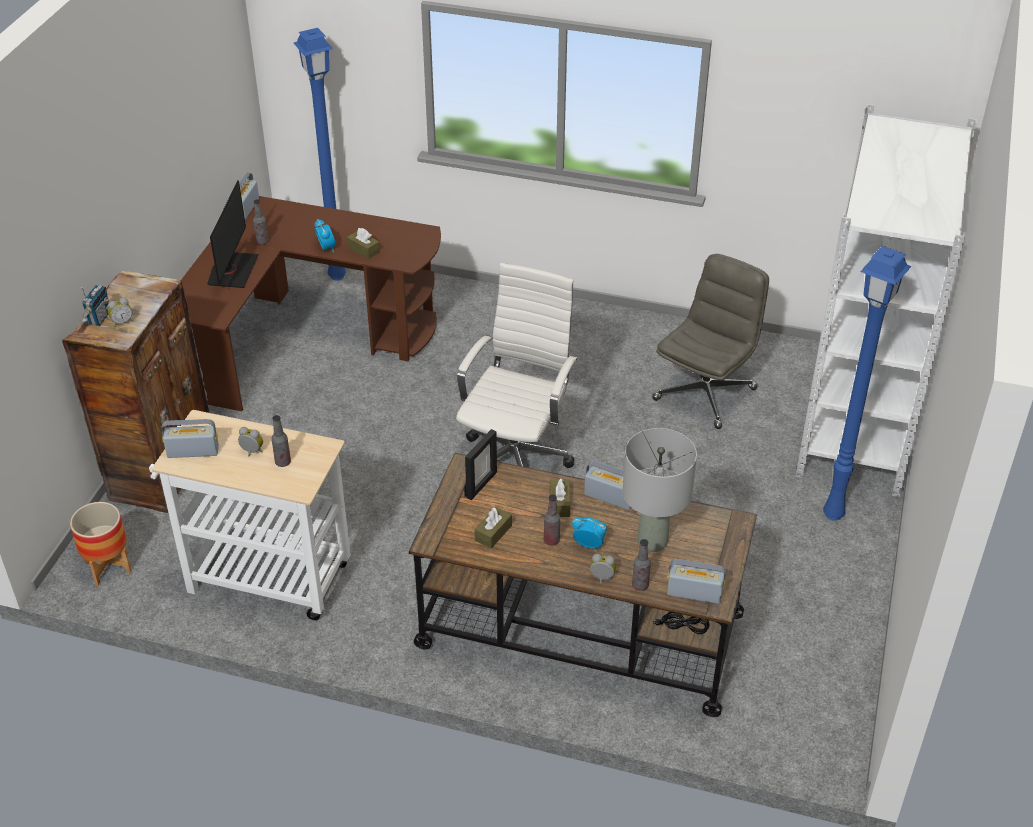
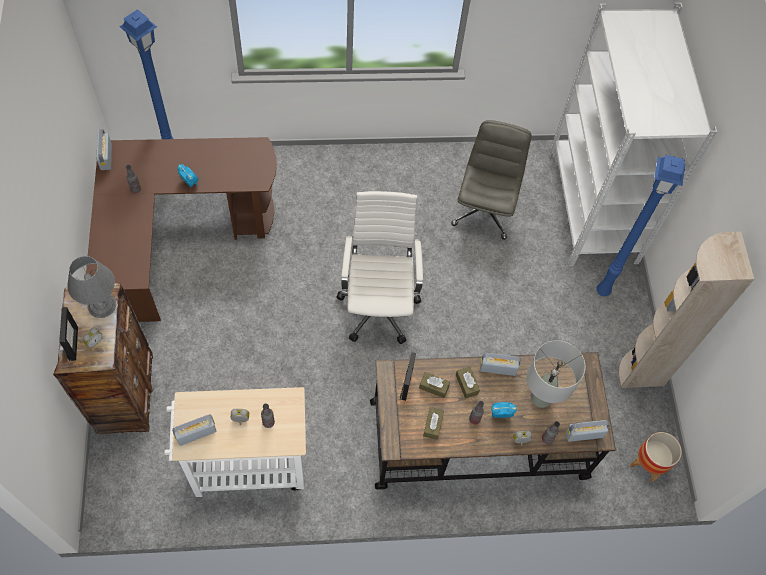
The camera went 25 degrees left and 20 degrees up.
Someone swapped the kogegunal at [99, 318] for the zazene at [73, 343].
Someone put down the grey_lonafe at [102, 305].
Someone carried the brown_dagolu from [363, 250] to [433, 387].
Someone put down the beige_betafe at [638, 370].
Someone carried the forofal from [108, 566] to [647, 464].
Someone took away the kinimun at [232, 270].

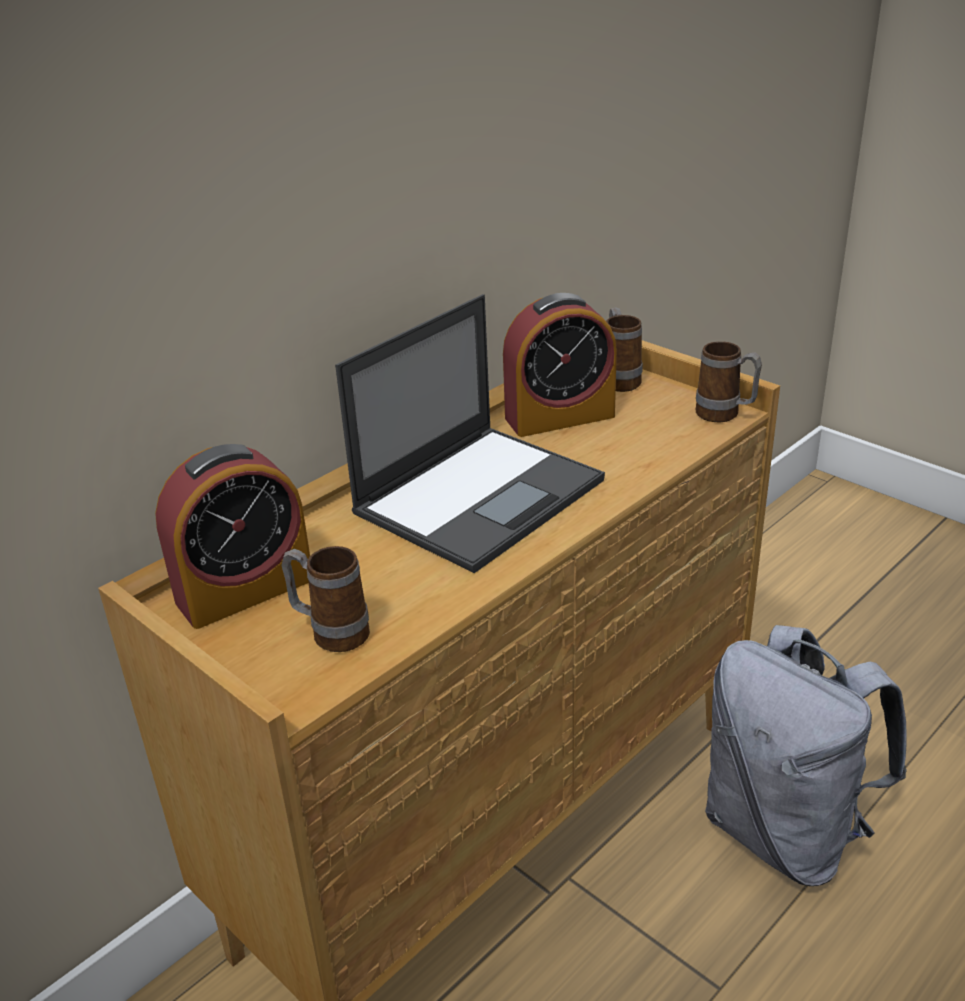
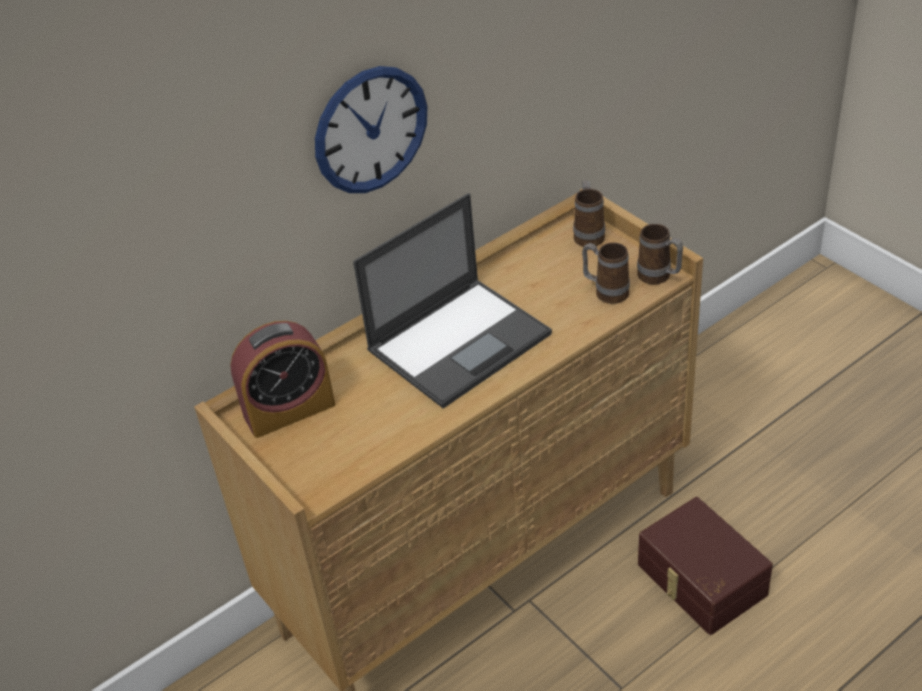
The camera went 10 degrees right and 10 degrees up.
Someone put up the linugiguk at [371, 130].
Someone carried the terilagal from [331, 633] to [605, 292].
Someone swapped the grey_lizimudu at [785, 832] for the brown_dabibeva at [699, 581].
Someone took away the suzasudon at [559, 417].

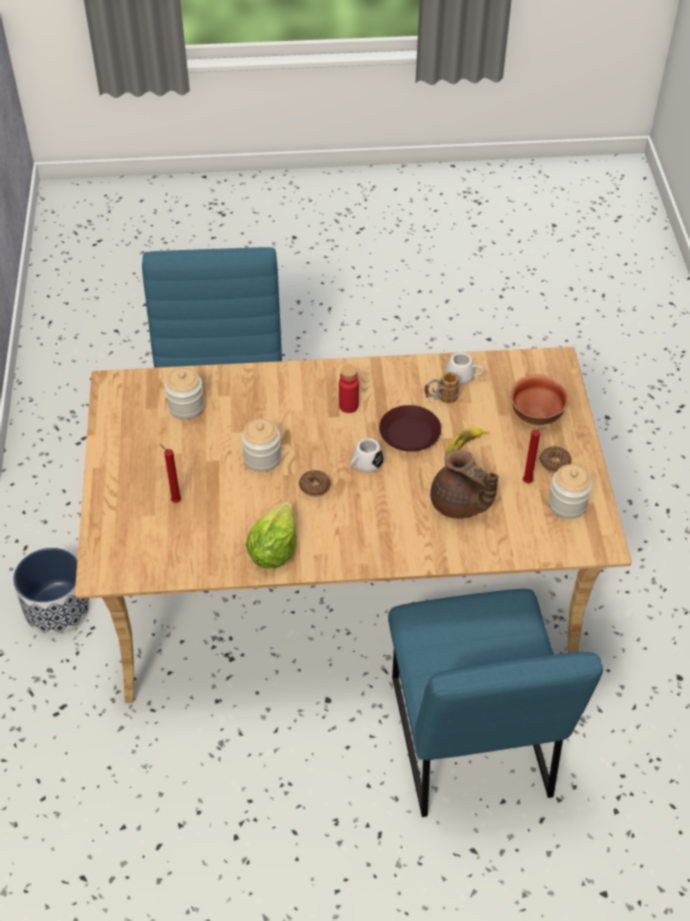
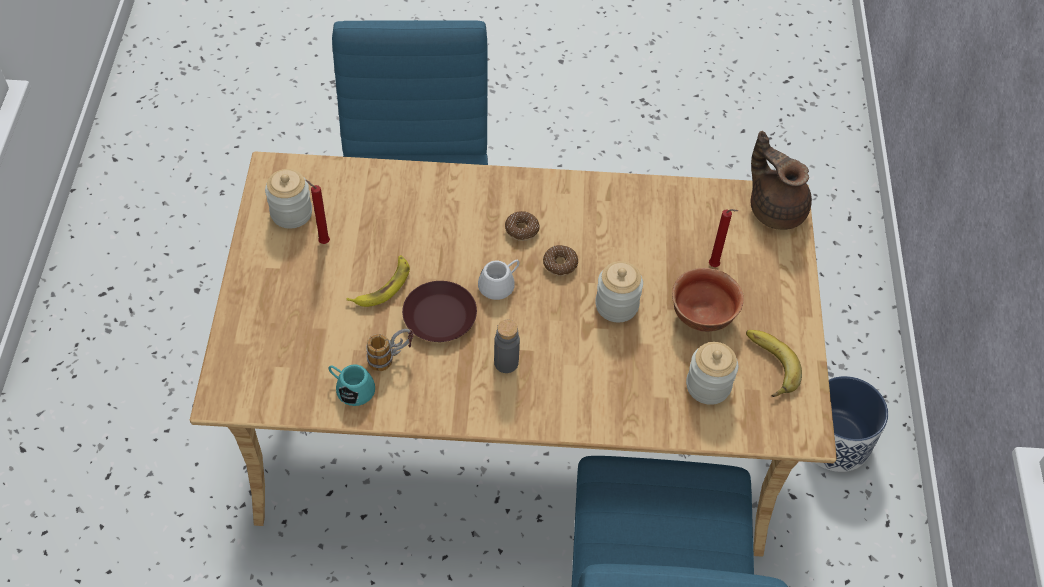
The camera went 175 degrees left and 5 degrees up.
Someone repainted the white_terilagal at [463, 376], which became the turquoise_terilagal at [351, 388].
Someone repainted the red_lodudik at [348, 406], which became the grey_lodudik at [506, 363].
Someone carried the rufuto from [554, 463] to [521, 230].
Someone carried the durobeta from [537, 415] to [702, 314].
Someone put down the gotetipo at [767, 365].
Someone carried the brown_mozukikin from [459, 504] to [775, 208].
Someone took away the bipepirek at [273, 550].

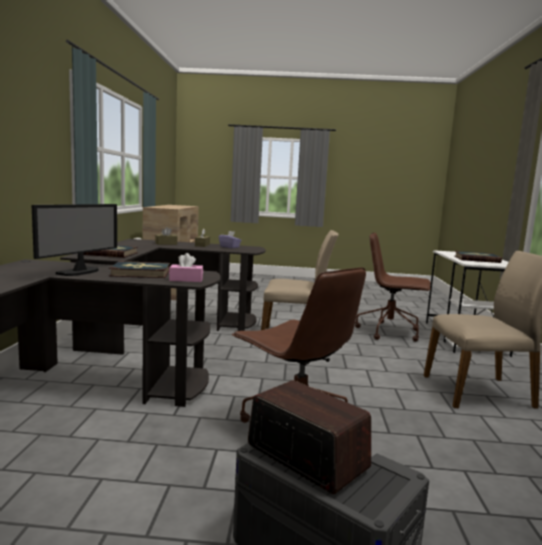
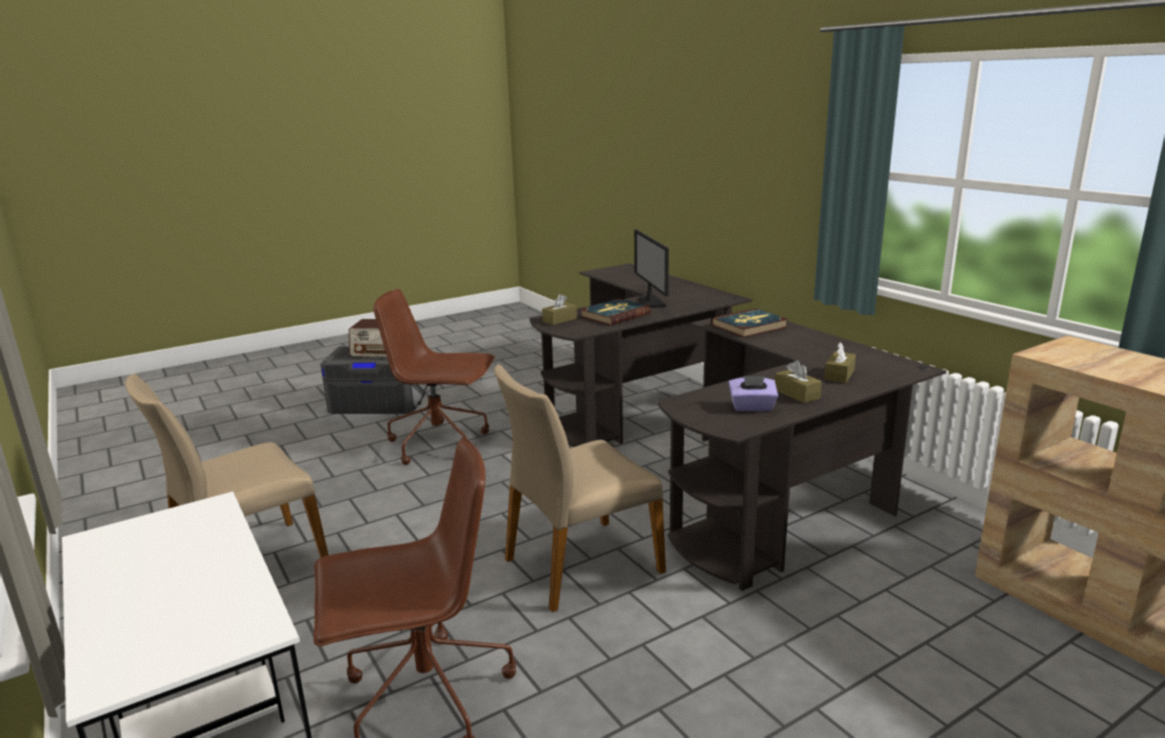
The camera went 145 degrees right and 10 degrees up.
Someone repainted the pink_dagolu at [186, 280], which became the brown_dagolu at [560, 320].
Someone took away the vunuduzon at [476, 259].

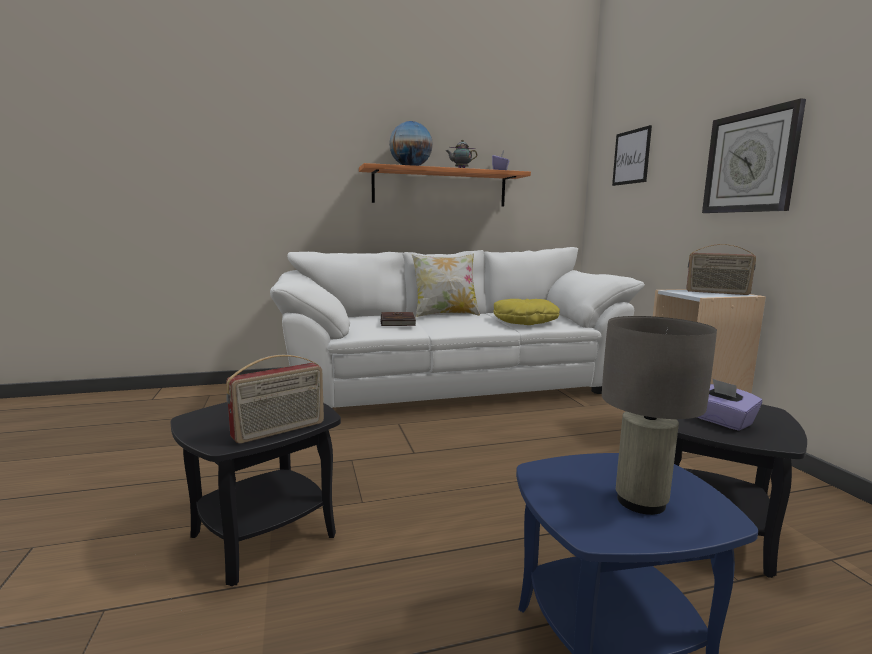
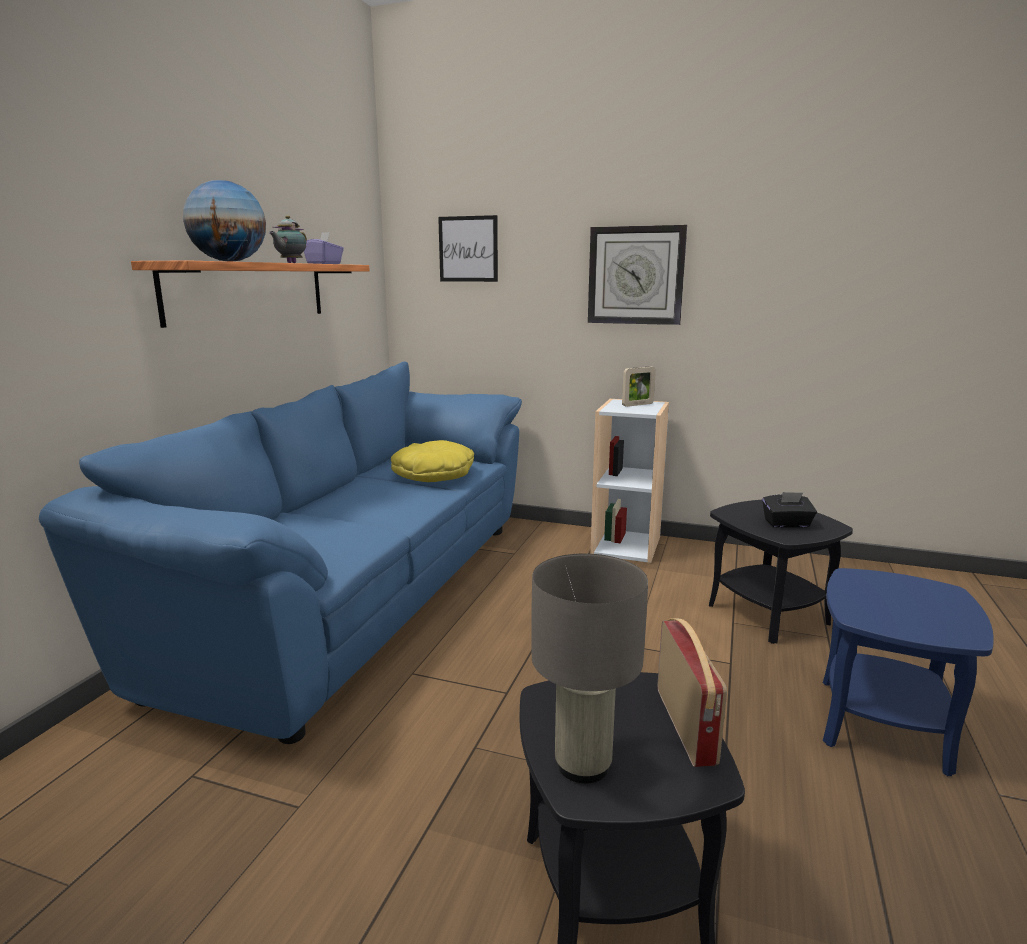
The camera went 55 degrees left and 5 degrees up.
Someone repainted the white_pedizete at [454, 388], which became the blue_pedizete at [363, 595].
Someone carried the grey_lonafe from [640, 501] to [581, 764].
Someone swapped the kogegunal at [717, 292] for the zazene at [637, 404].
Someone repainted the purple_dagolu at [721, 421], which became the black_dagolu at [787, 524].
Someone took away the brown_vunuduzon at [398, 321].
Someone took away the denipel at [445, 314].

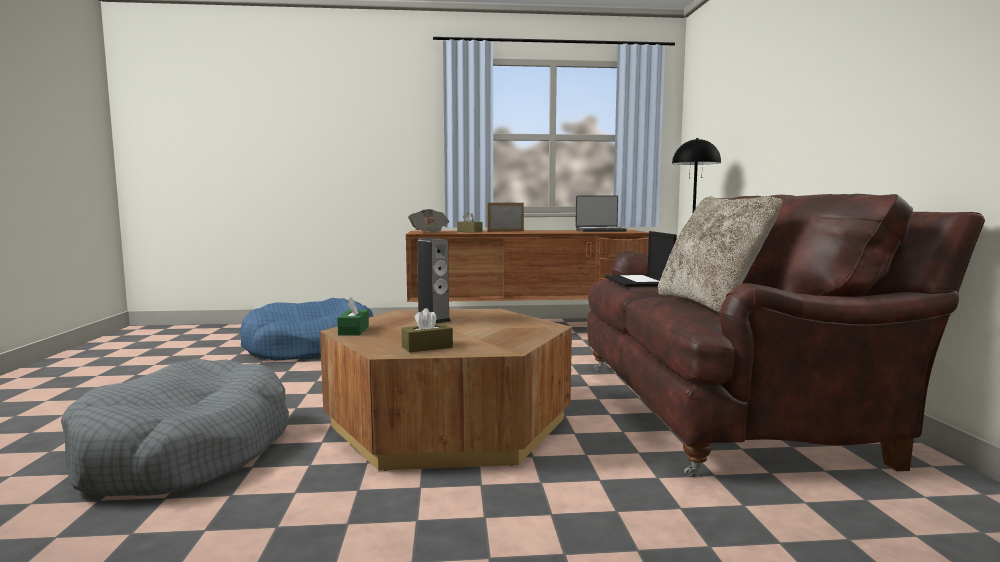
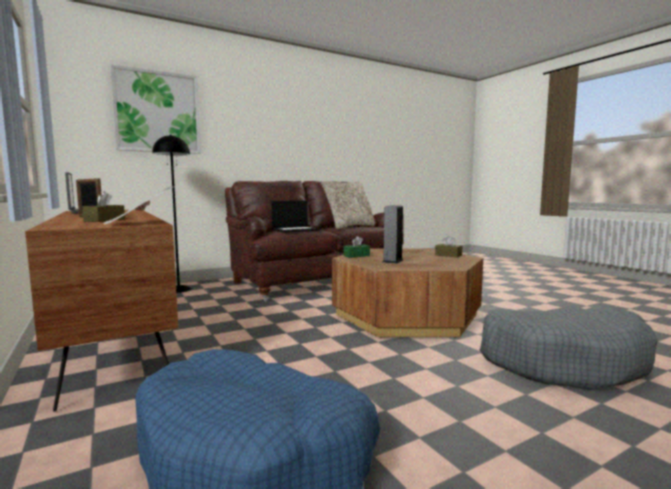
The camera went 115 degrees left and 0 degrees up.
Someone put up the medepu at [157, 112].
Someone carried the green_dagolu from [353, 331] to [356, 256].

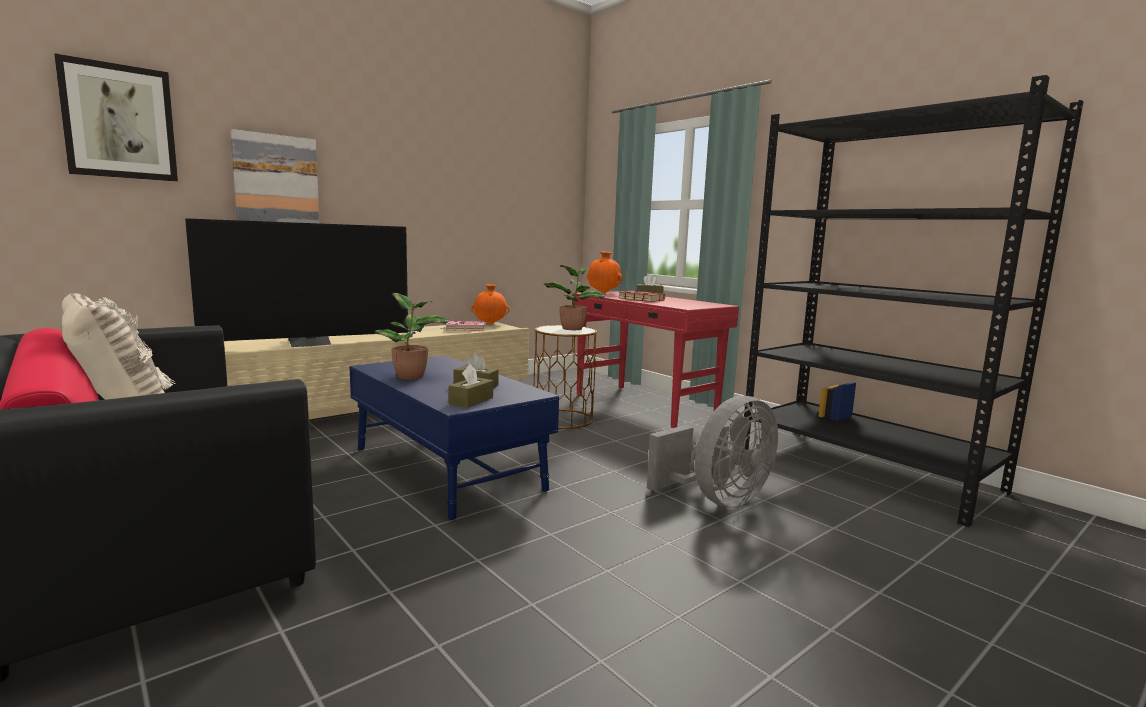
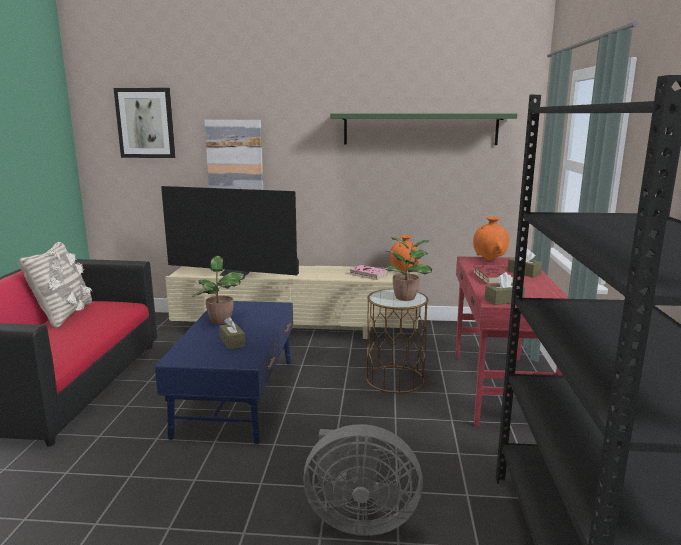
The camera went 45 degrees right and 5 degrees up.
Someone put up the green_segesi at [420, 129].
Someone carried the brown_dagolu from [471, 401] to [504, 300].

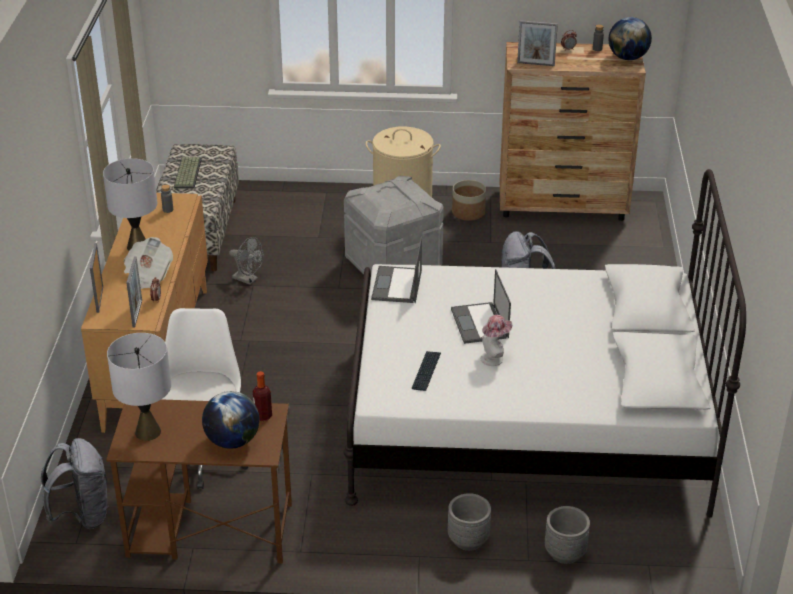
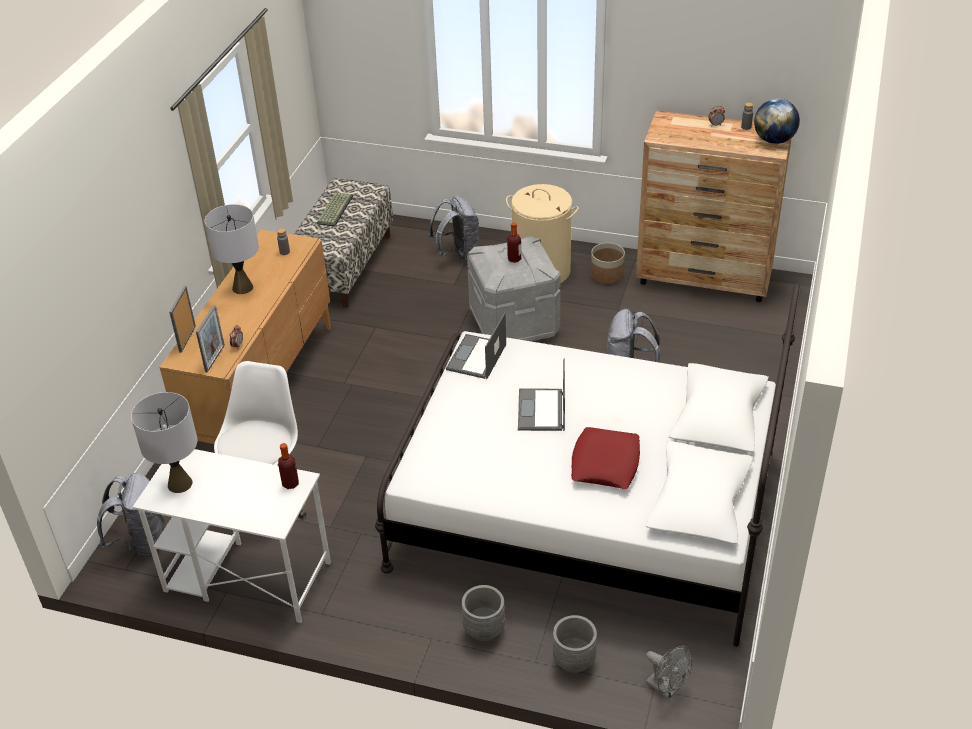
The camera went 15 degrees right and 5 degrees up.
Someone repainted the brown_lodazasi at [208, 530], which became the white_lodazasi at [246, 577].
Someone put down the grey_lizimudu at [458, 255].
Someone put down the lodudik at [514, 259].
Someone put down the red_denipel at [605, 464].
Someone carried the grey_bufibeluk from [248, 279] to [666, 689].
Someone took away the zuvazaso at [147, 276].
Someone took away the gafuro at [232, 441].
Someone took away the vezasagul at [426, 371].
Someone took away the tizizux at [494, 358].
Someone took away the zazene at [535, 64].

